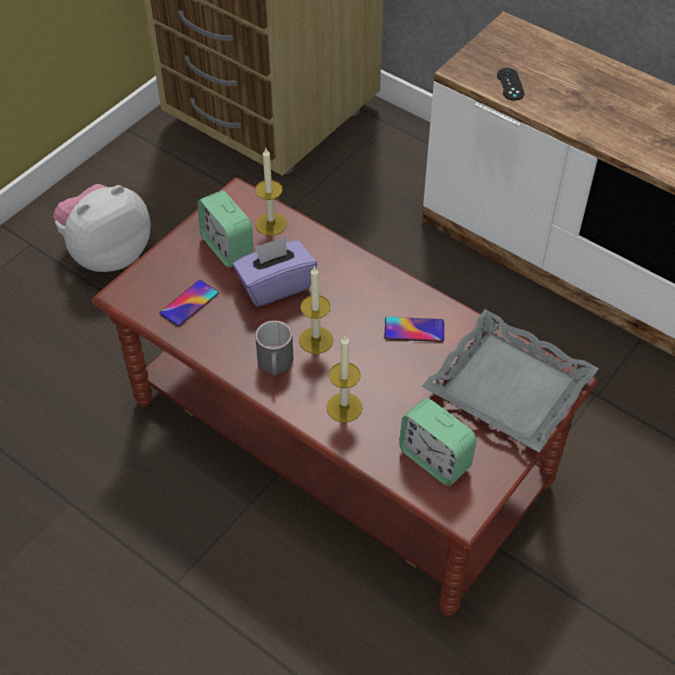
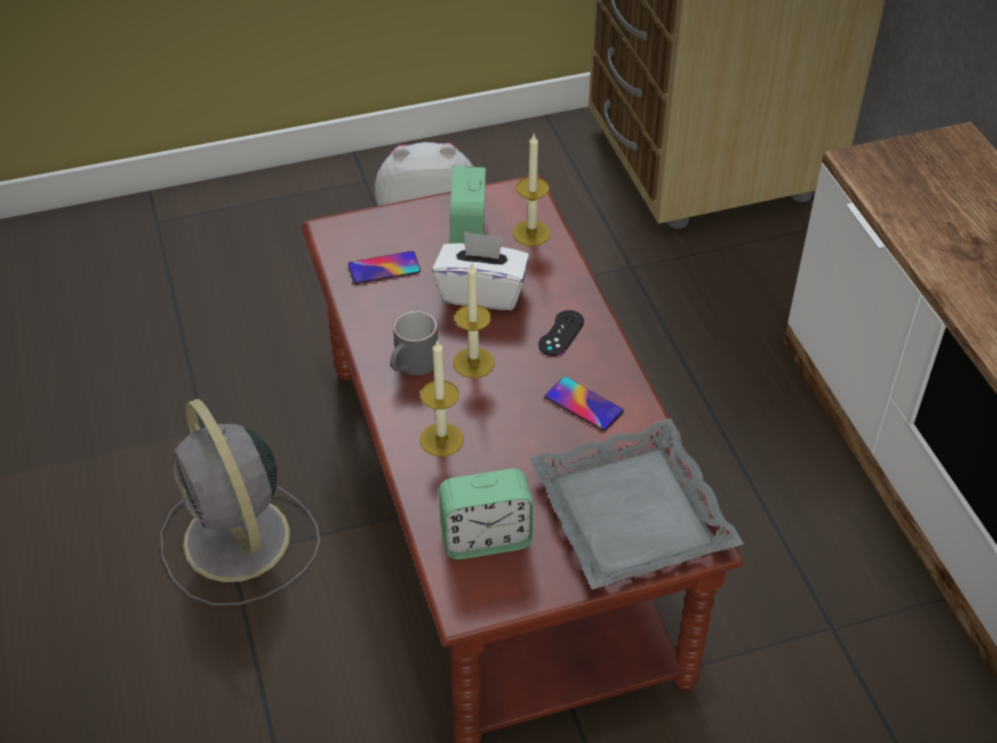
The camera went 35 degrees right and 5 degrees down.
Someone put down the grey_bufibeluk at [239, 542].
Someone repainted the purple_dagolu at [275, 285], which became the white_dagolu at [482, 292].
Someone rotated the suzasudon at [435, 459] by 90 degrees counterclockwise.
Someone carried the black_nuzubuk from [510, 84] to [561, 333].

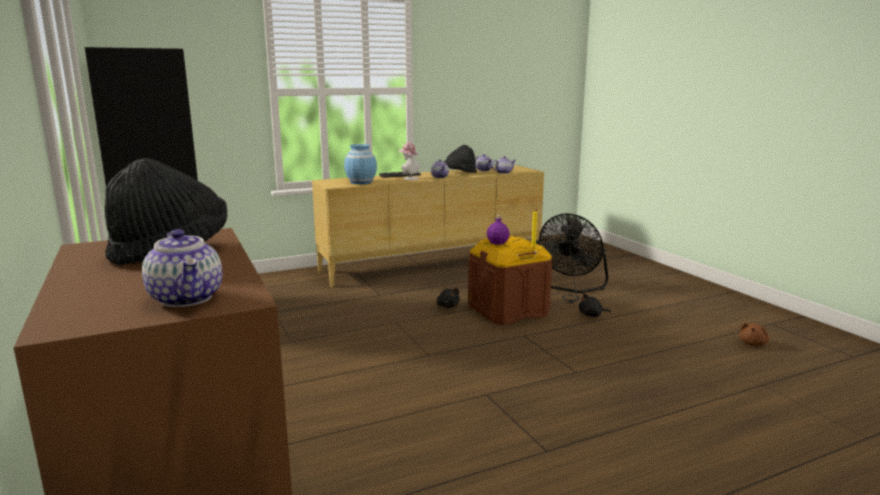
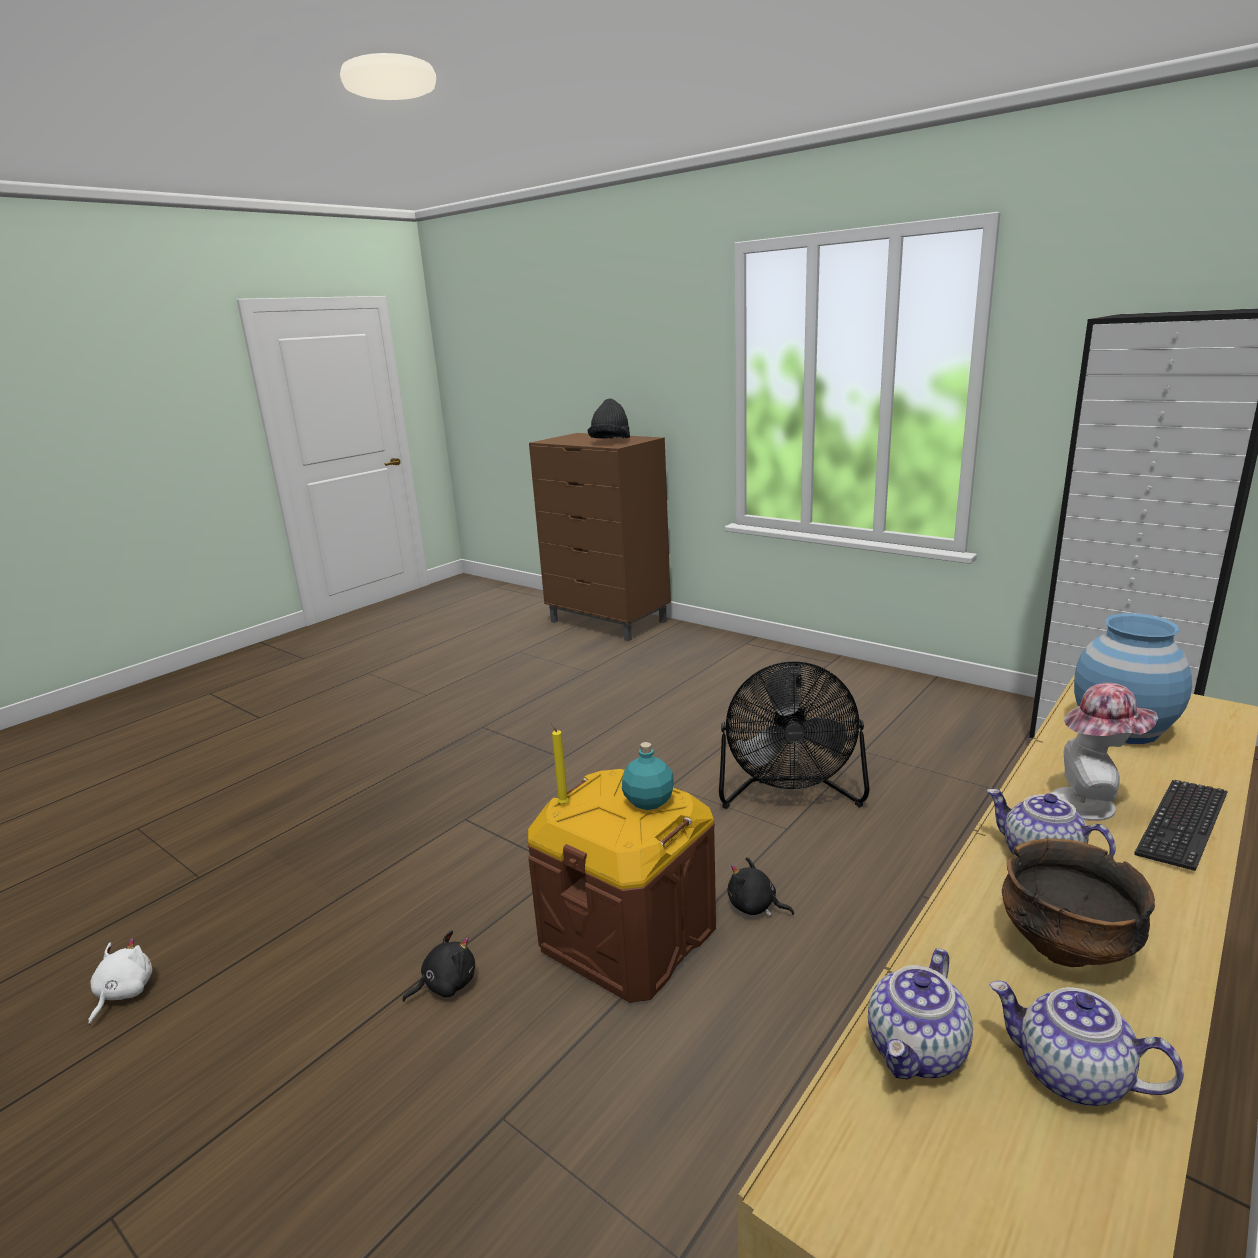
The camera went 155 degrees right and 5 degrees up.
Someone repainted the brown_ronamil at [753, 343], which became the white_ronamil at [123, 993].
Someone repainted the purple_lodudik at [498, 243], which became the turquoise_lodudik at [647, 801].
Someone carried the black_bufibeluk from [567, 288] to [783, 791].
Someone swapped the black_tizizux at [460, 173] for the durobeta at [1064, 946].
Someone took away the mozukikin at [187, 298].

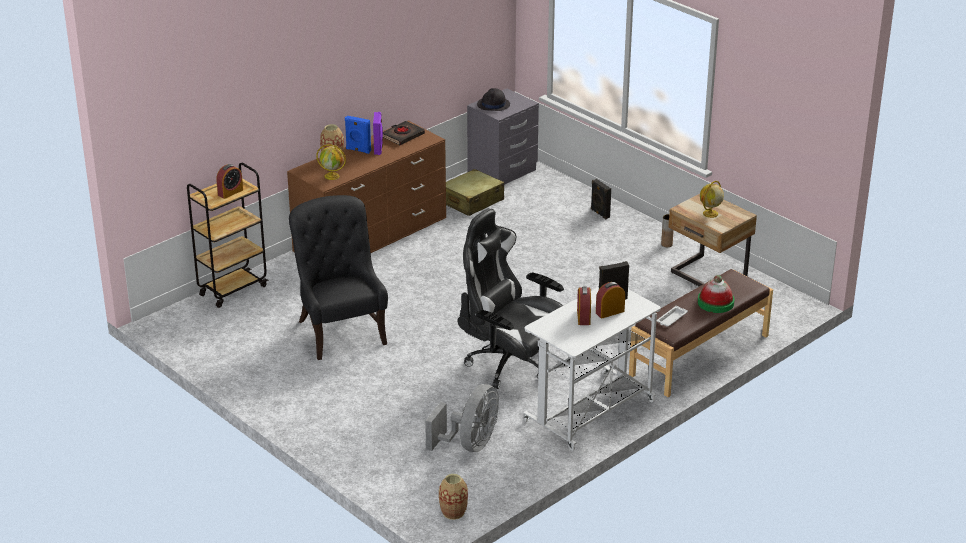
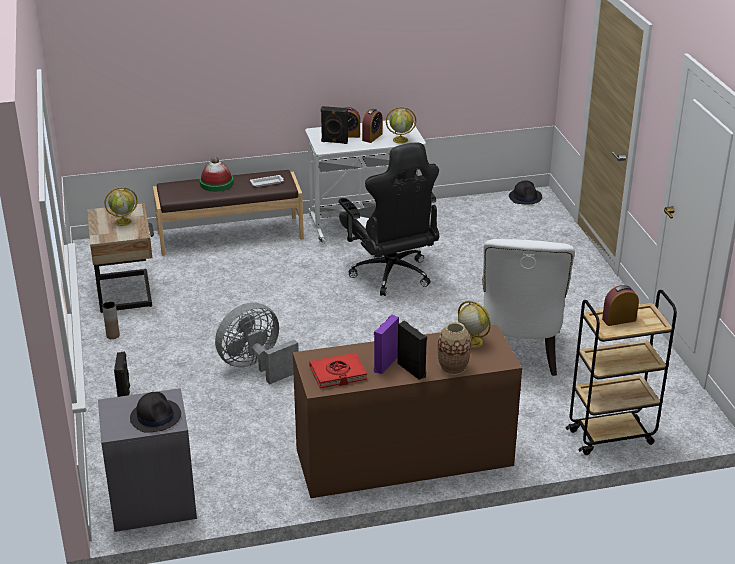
The camera went 150 degrees left and 0 degrees up.
Someone carried the grey_bufibeluk from [470, 444] to [256, 366].
Someone repainted the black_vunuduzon at [402, 136], which became the red_vunuduzon at [338, 374].
Someone put down the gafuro at [401, 140].
Someone repainted the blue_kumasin at [358, 150], which became the black_kumasin at [412, 369].
Someone repainted the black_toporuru at [340, 332], which became the white_toporuru at [520, 351].
Someone swapped the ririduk at [453, 512] for the black_tizizux at [525, 197].
Someone took away the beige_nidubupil at [471, 201].

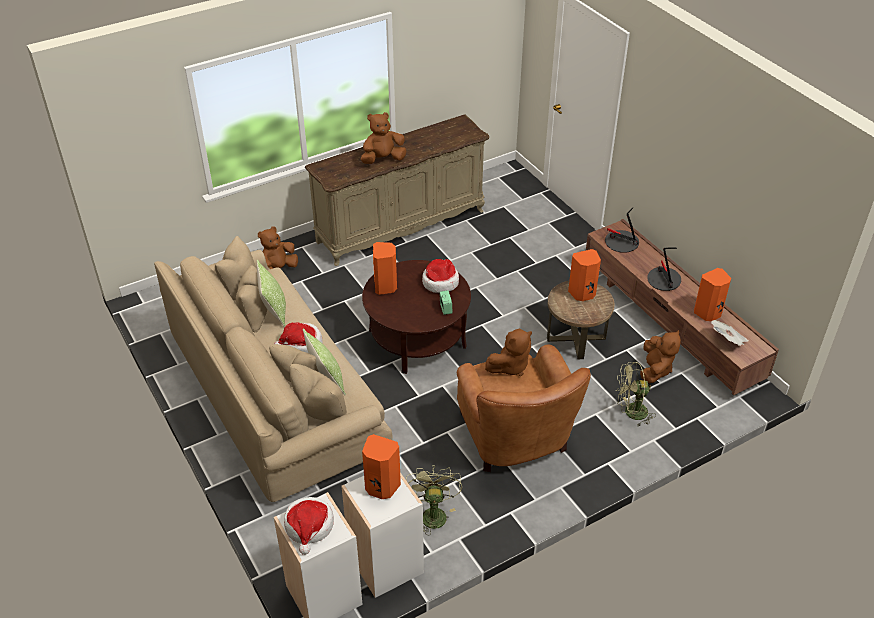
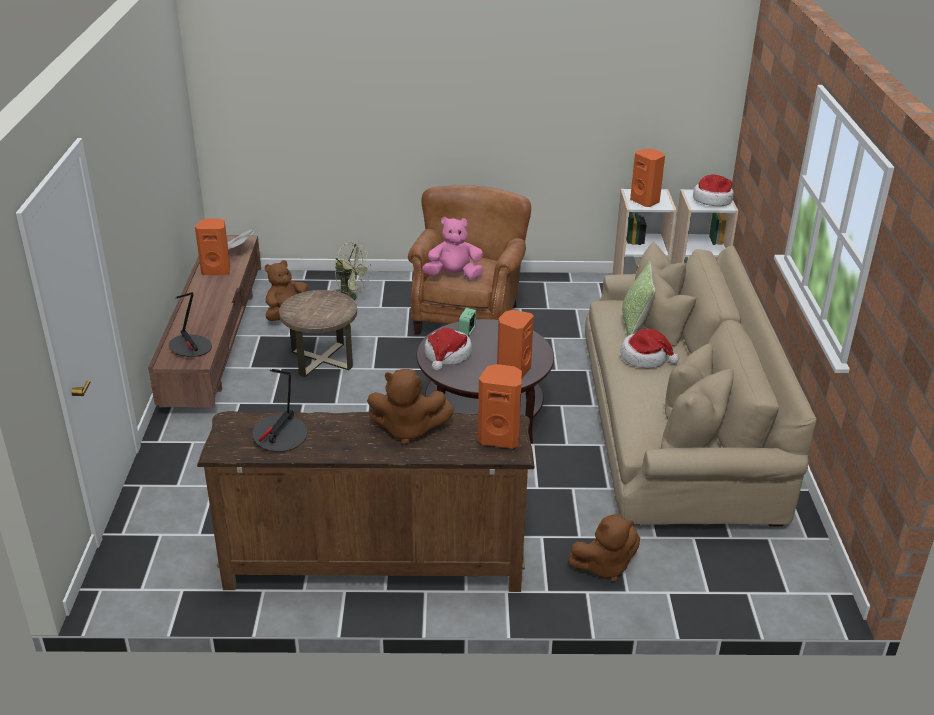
The camera went 150 degrees left and 10 degrees down.
Someone carried the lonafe from [663, 280] to [280, 435].
Someone repainted the brown_ronamil at [510, 366], which became the pink_ronamil at [454, 276].
Someone carried the orange_kumasin from [582, 294] to [500, 437].
Someone took away the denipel at [274, 311].
Someone took away the green_bufibeluk at [432, 513].

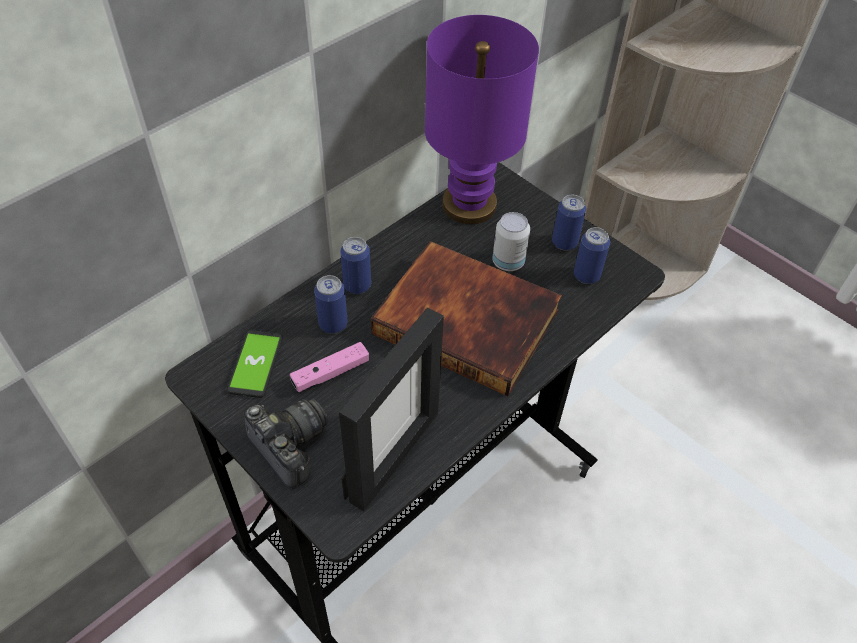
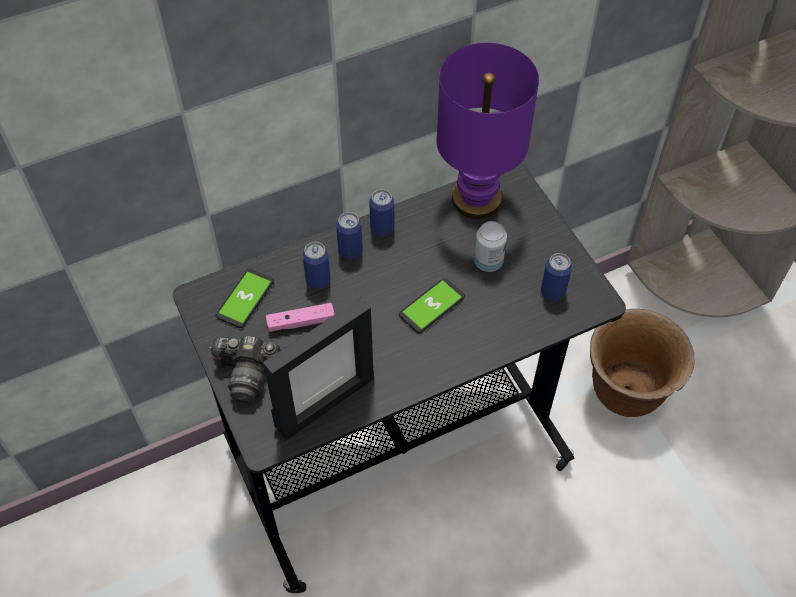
The camera went 20 degrees right and 5 degrees up.
Someone rotated the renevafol at [289, 447] by 120 degrees clockwise.
Someone carried the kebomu from [564, 242] to [382, 228].
Someone swapped the vunuduzon at [469, 320] for the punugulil at [432, 306].
Someone put down the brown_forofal at [626, 392].

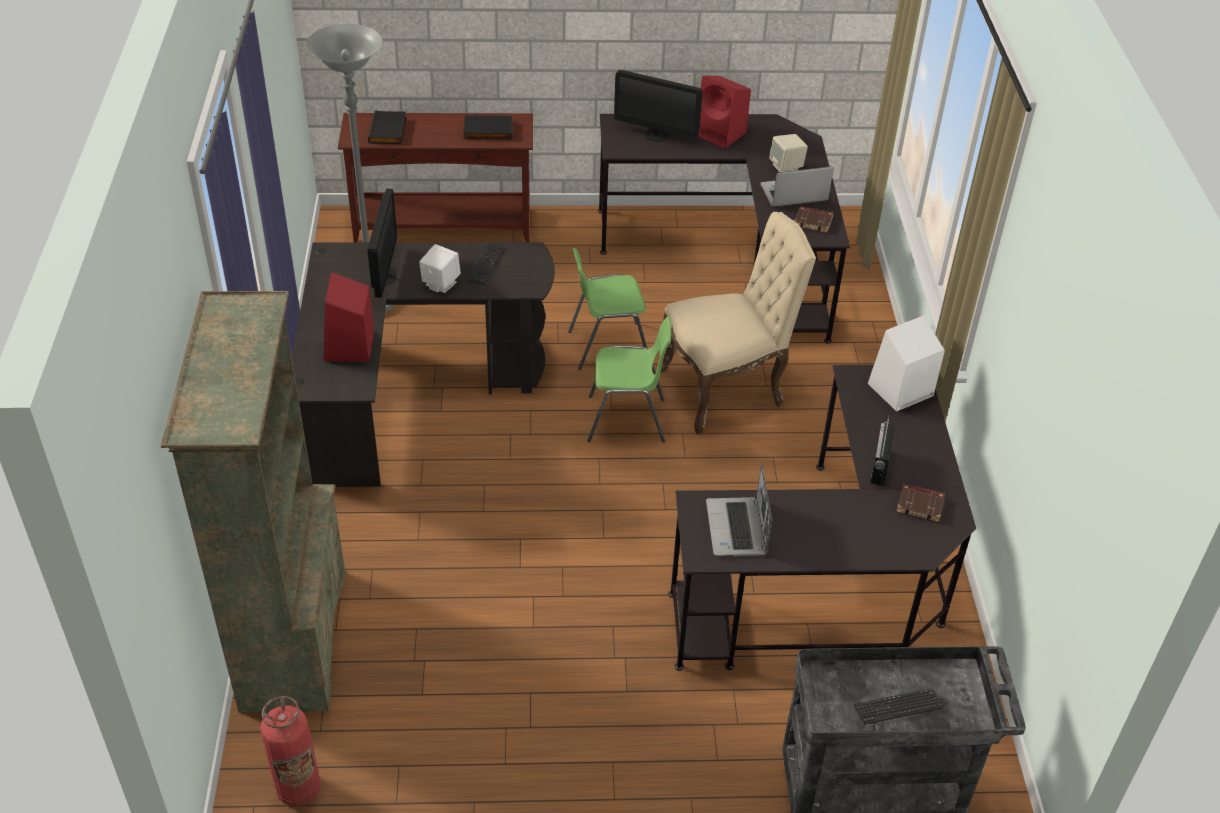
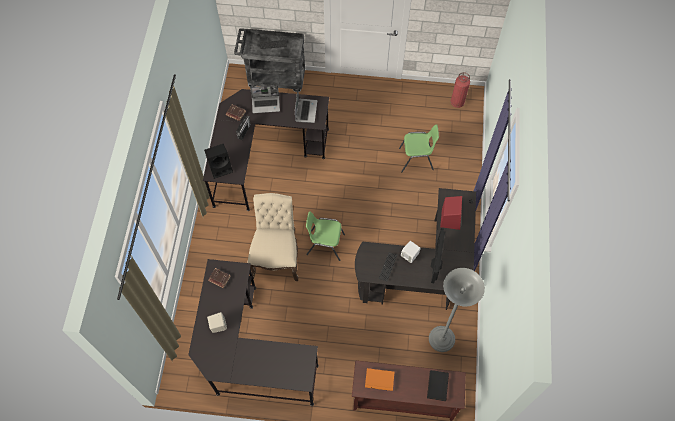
The camera went 170 degrees left and 20 degrees up.
Someone repainted the white_kumasin at [899, 390], which became the black_kumasin at [221, 167].
Someone rotated the beige_toporuru at [725, 390] by 105 degrees clockwise.
Someone carried the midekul from [793, 194] to [266, 104].
Someone repainted the black_vunuduzon at [487, 131], which became the orange_vunuduzon at [379, 379].
Someone carried the green_toporuru from [607, 346] to [416, 159].
Someone took away the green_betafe at [292, 638].
Someone took away the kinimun at [656, 135].
Someone took away the red_kumasin at [721, 134].

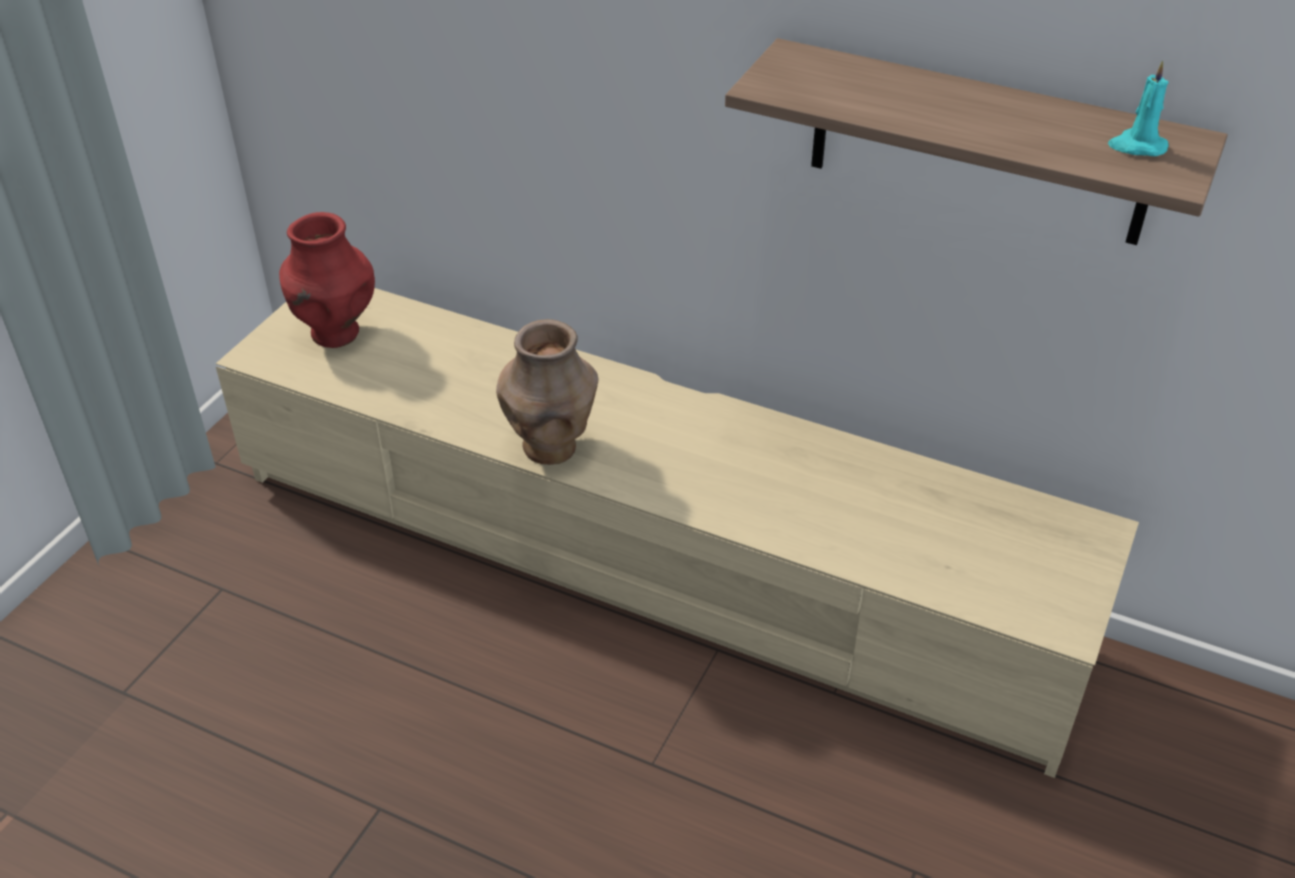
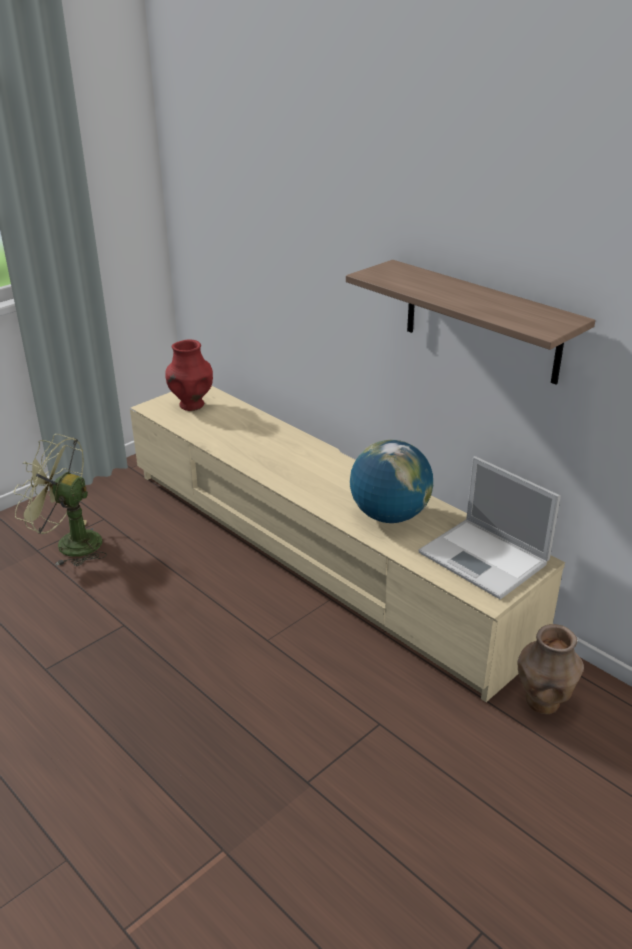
The camera went 20 degrees right and 10 degrees down.
Someone put down the green_bufibeluk at [69, 544].
Someone put down the gafuro at [389, 516].
Someone put down the midekul at [485, 559].
Someone carried the brown_ririduk from [551, 448] to [543, 702].
Someone took away the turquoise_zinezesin at [1136, 146].

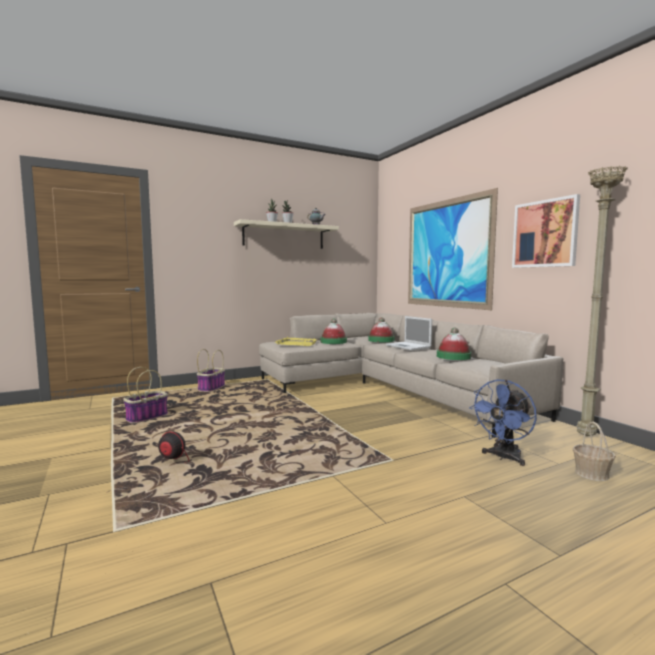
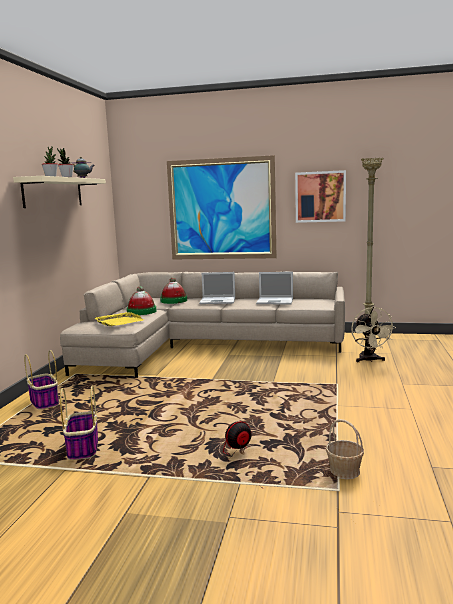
The camera went 50 degrees left and 5 degrees up.
Someone swapped the tizizux at [453, 356] for the midekul at [275, 301].
Someone carried the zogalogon from [591, 474] to [344, 471].
Someone repainted the blue_bufibeluk at [503, 457], which became the beige_bufibeluk at [369, 360].

